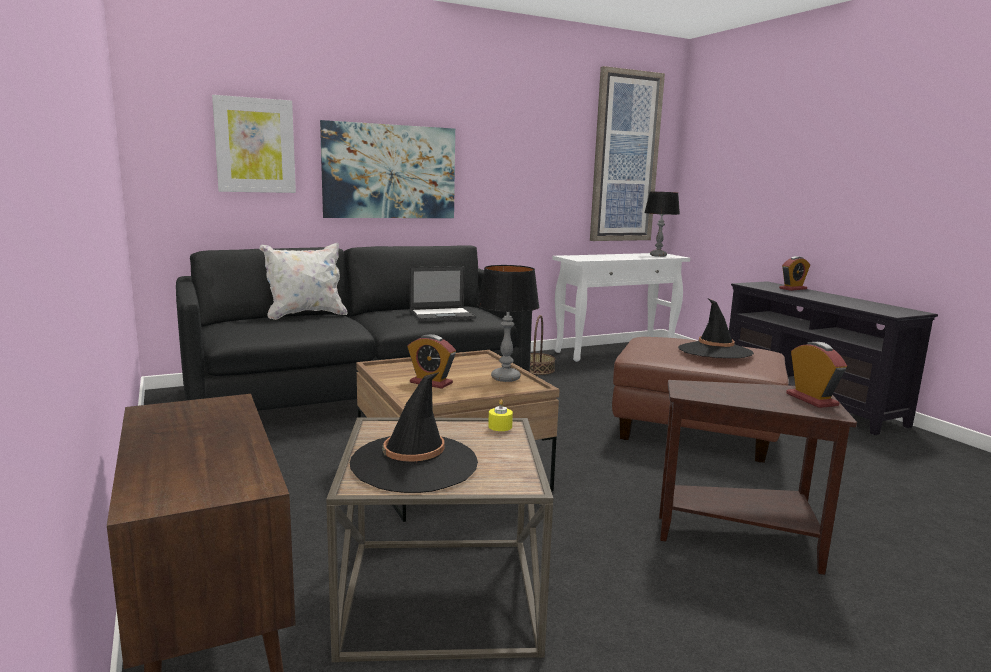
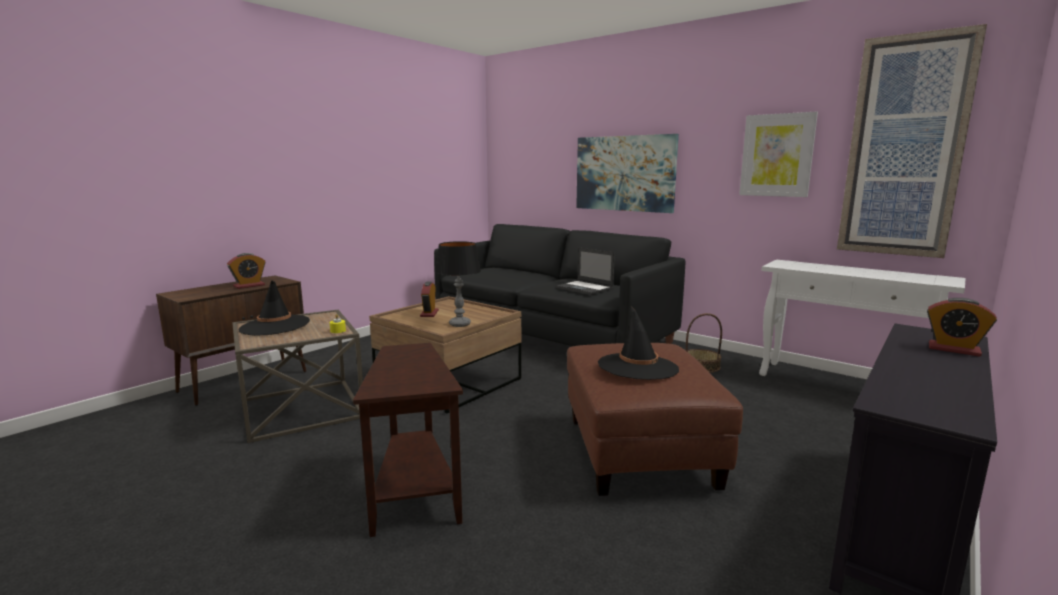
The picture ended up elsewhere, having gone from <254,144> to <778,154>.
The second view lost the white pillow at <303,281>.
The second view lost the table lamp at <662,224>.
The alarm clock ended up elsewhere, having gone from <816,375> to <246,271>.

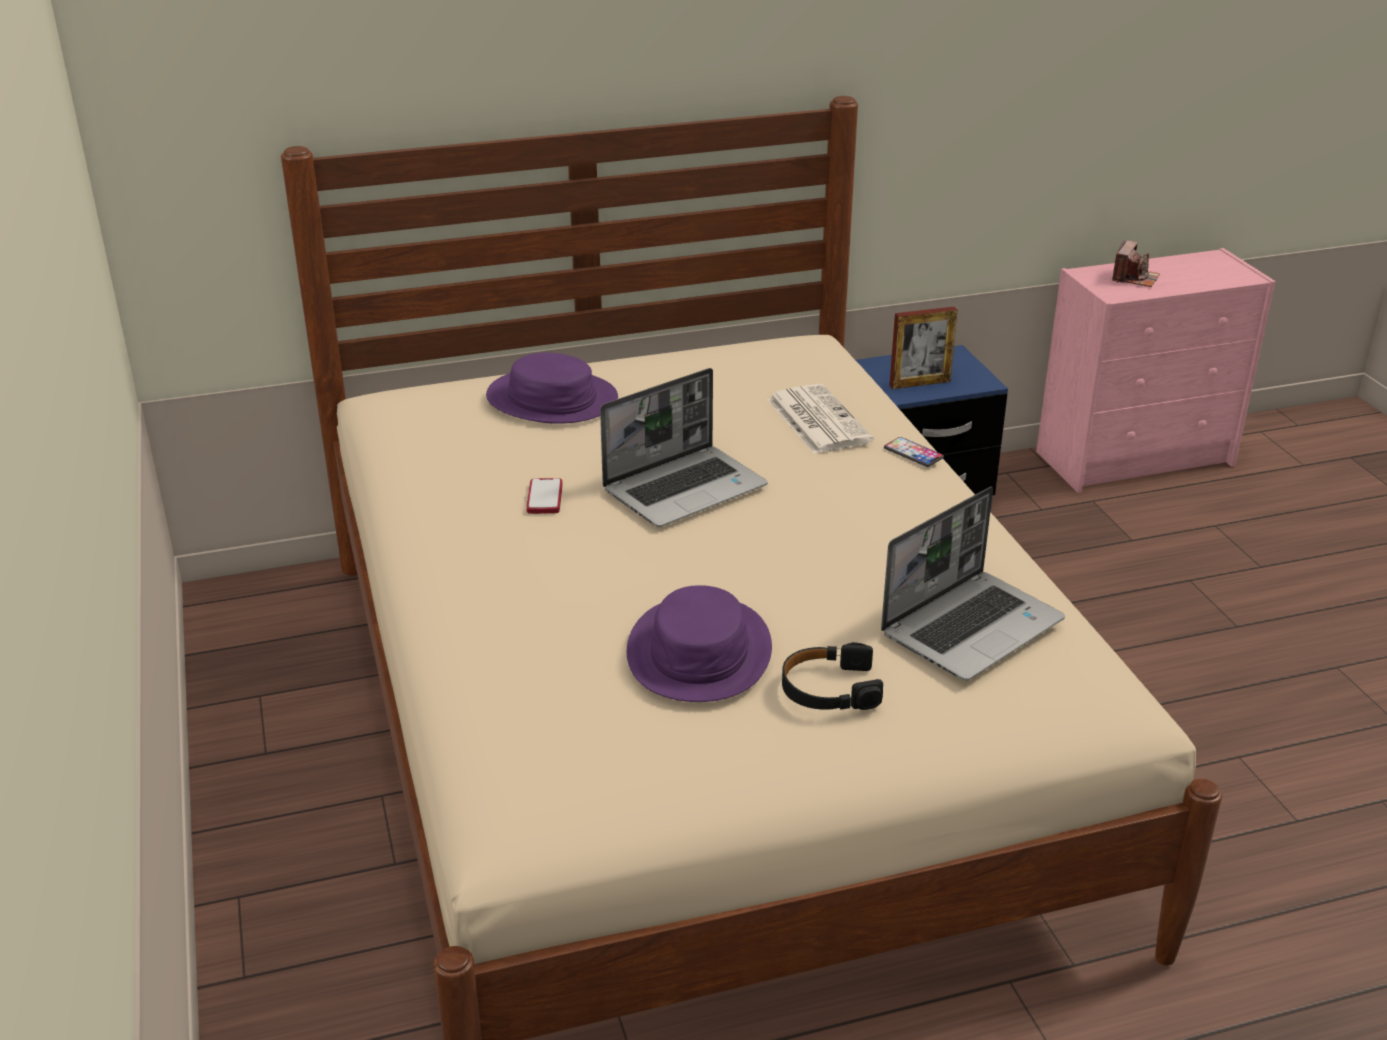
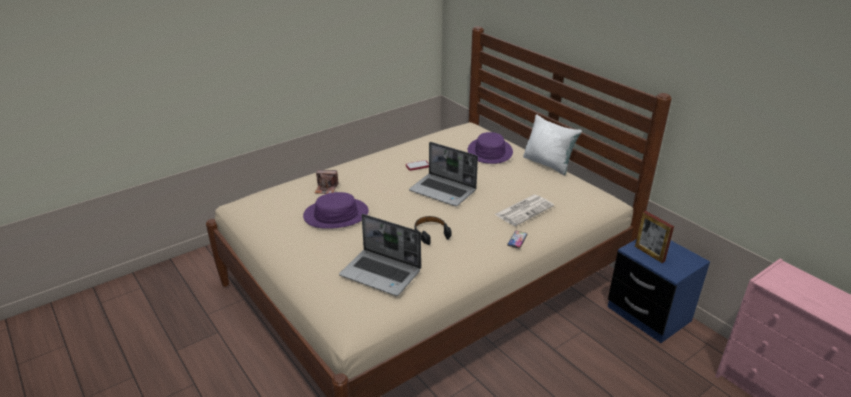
The black headphones ended up elsewhere, having gone from <832,676> to <433,230>.
The photo camera ended up elsewhere, having gone from <1136,263> to <327,182>.
The second view gained the white pillow at <552,144>.

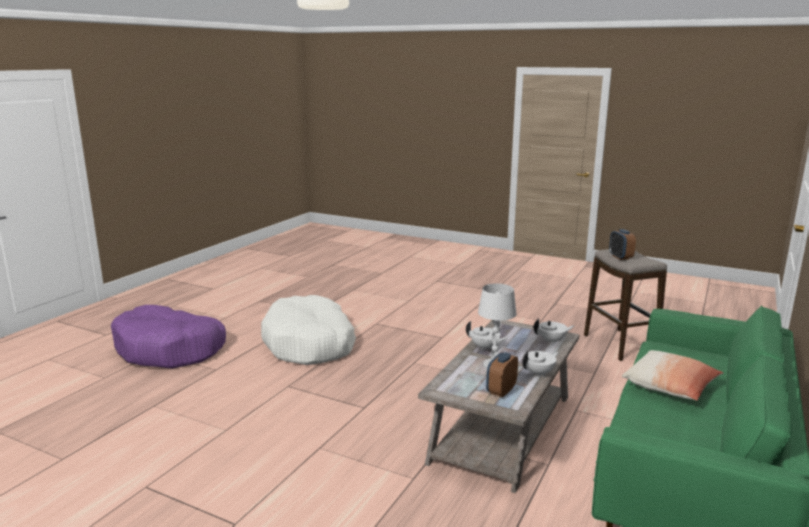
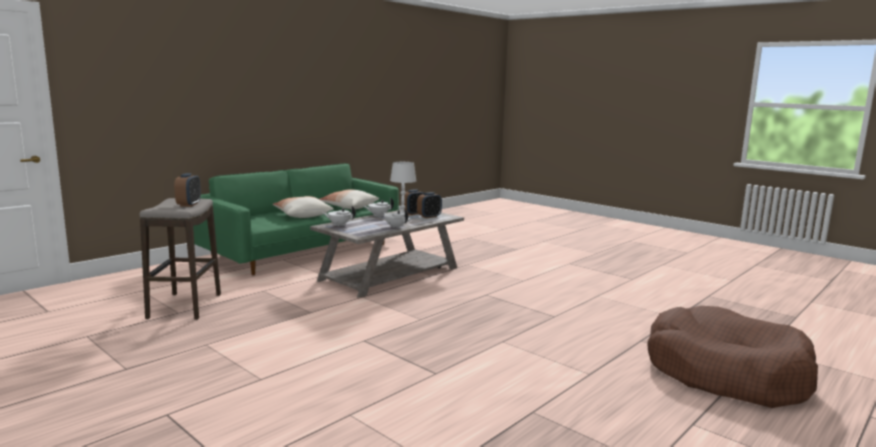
What was the purple dog bed at <168,336> turned into the brown dog bed at <732,357>.
The second view lost the white dog bed at <308,330>.
The second view gained the pillow at <349,199>.
The second view gained the alarm clock at <429,205>.

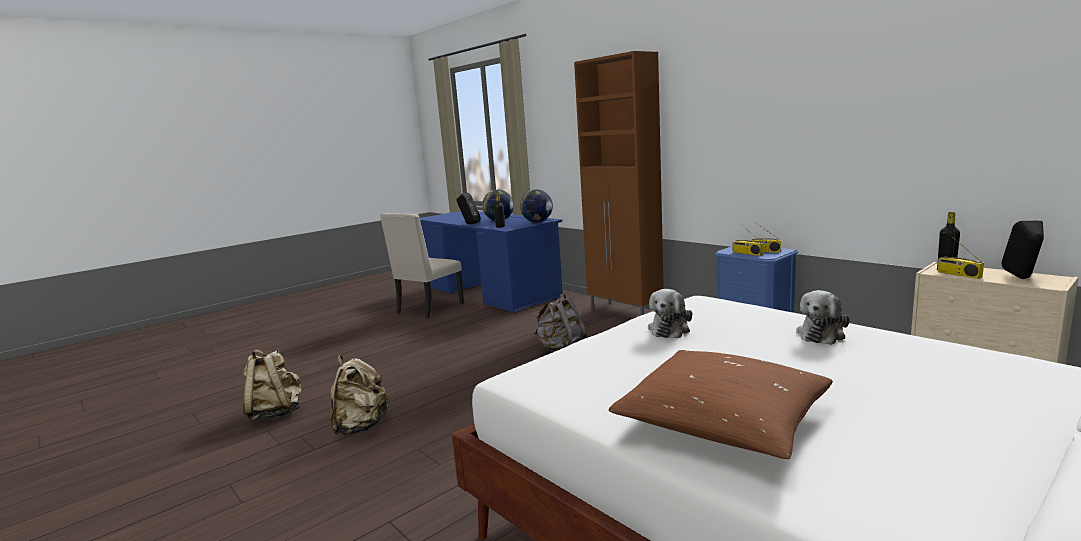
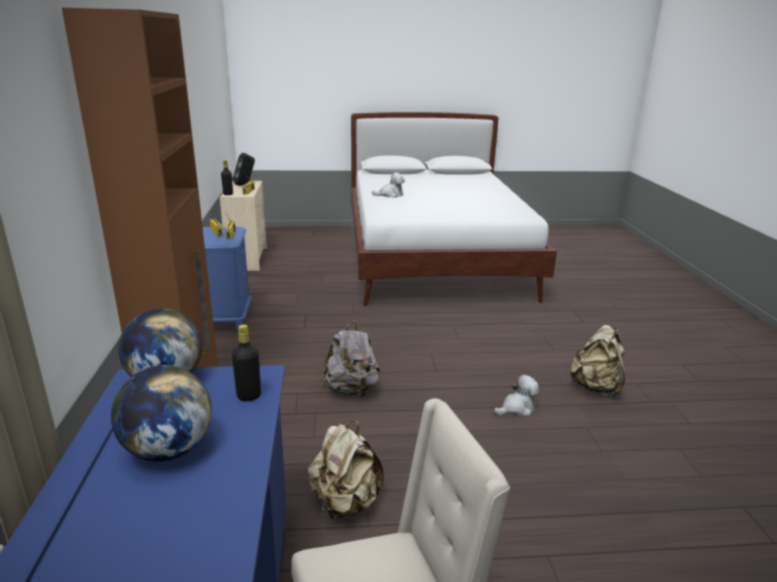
The beige backpack ended up elsewhere, having gone from <272,385> to <346,470>.
The second view lost the black speaker at <468,208>.
The second view lost the brown pillow at <721,404>.
The plush toy ended up elsewhere, having gone from <670,313> to <516,395>.

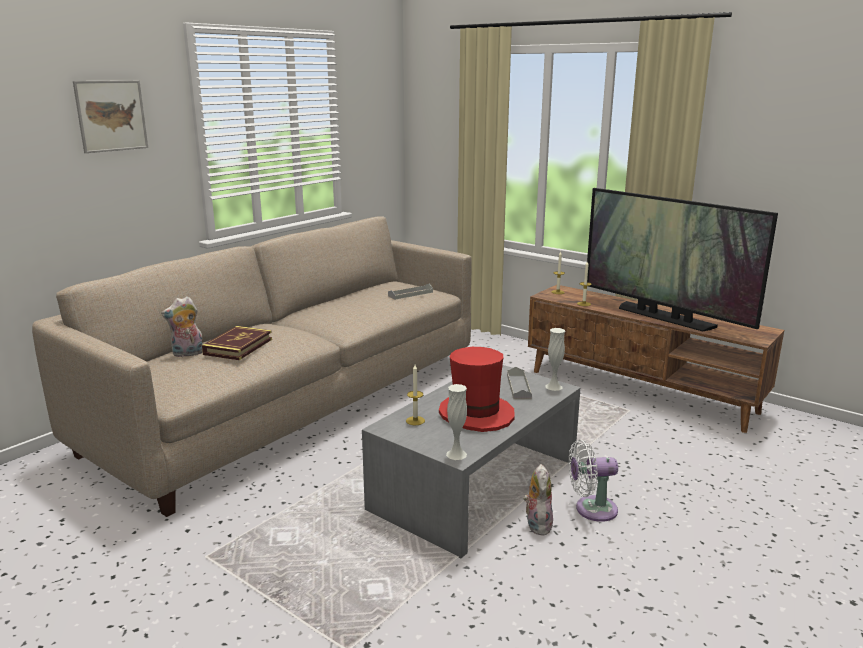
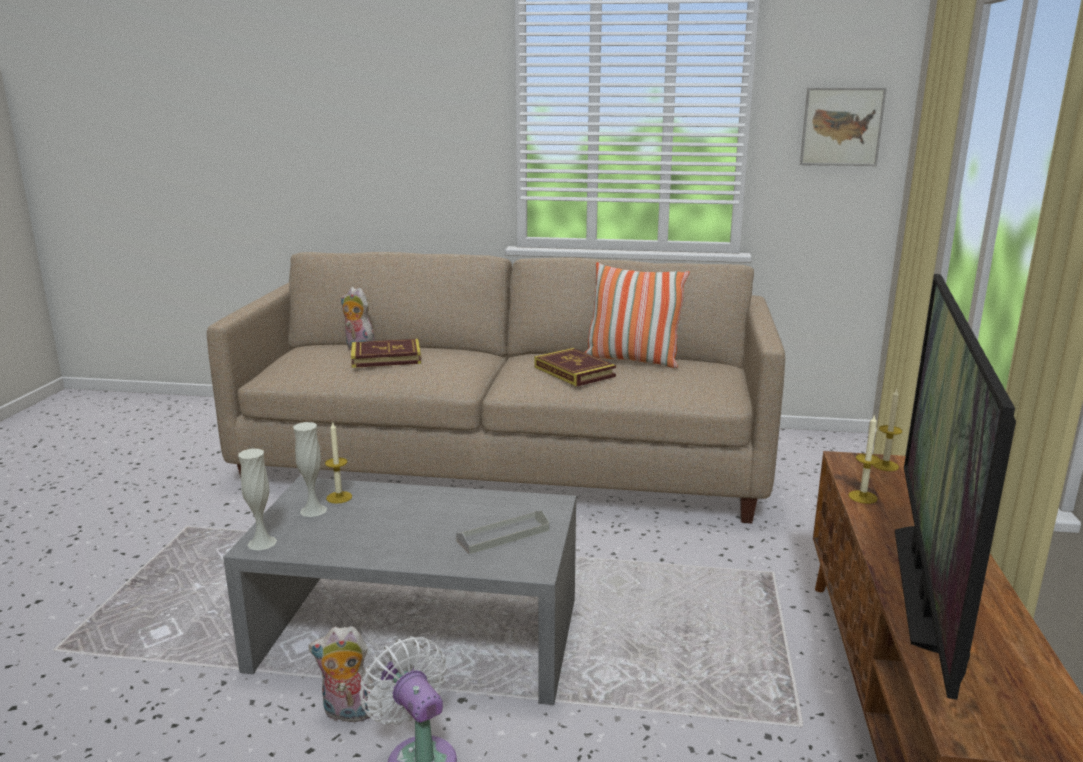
The picture ended up elsewhere, having gone from <110,116> to <843,127>.
The second view lost the grey tray at <410,292>.
The second view lost the red hat at <477,389>.
The plush toy at <538,499> ended up facing another way, 150 degrees counterclockwise from before.
The white vase ended up elsewhere, having gone from <555,359> to <310,469>.
The second view gained the book at <575,367>.
The second view gained the pillow at <636,315>.

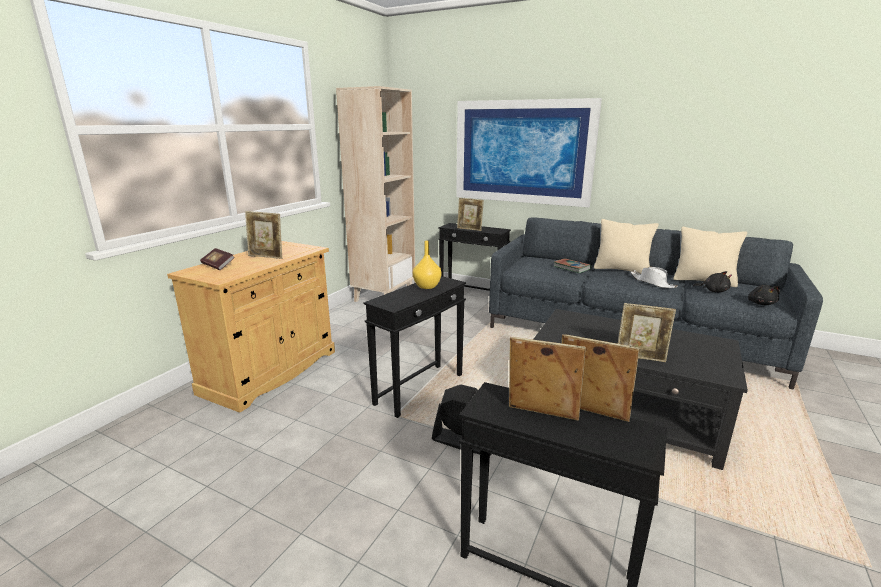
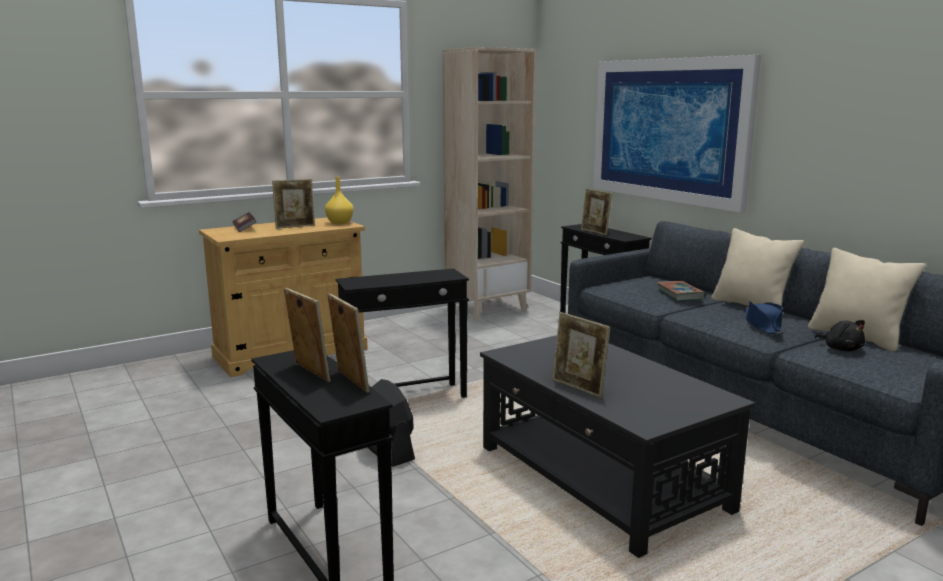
The picture frame at <263,235> ended up facing another way, 75 degrees counterclockwise from before.
The yellow vase ended up elsewhere, having gone from <427,265> to <339,200>.
What was the white hat at <654,277> turned into the blue hat at <764,317>.
The second view lost the black plush toy at <764,295>.

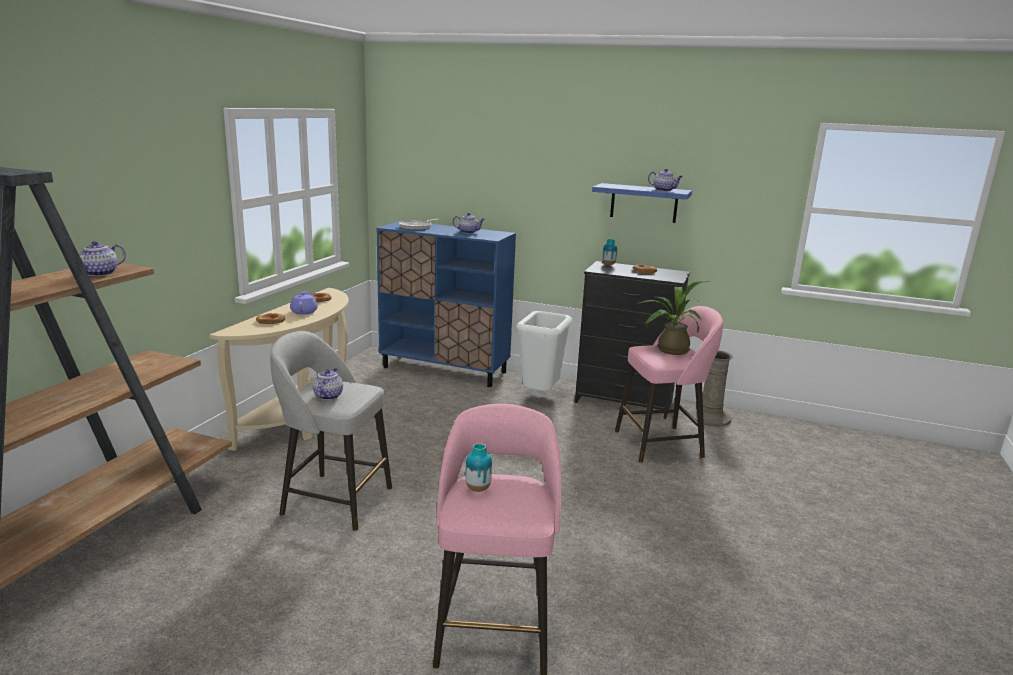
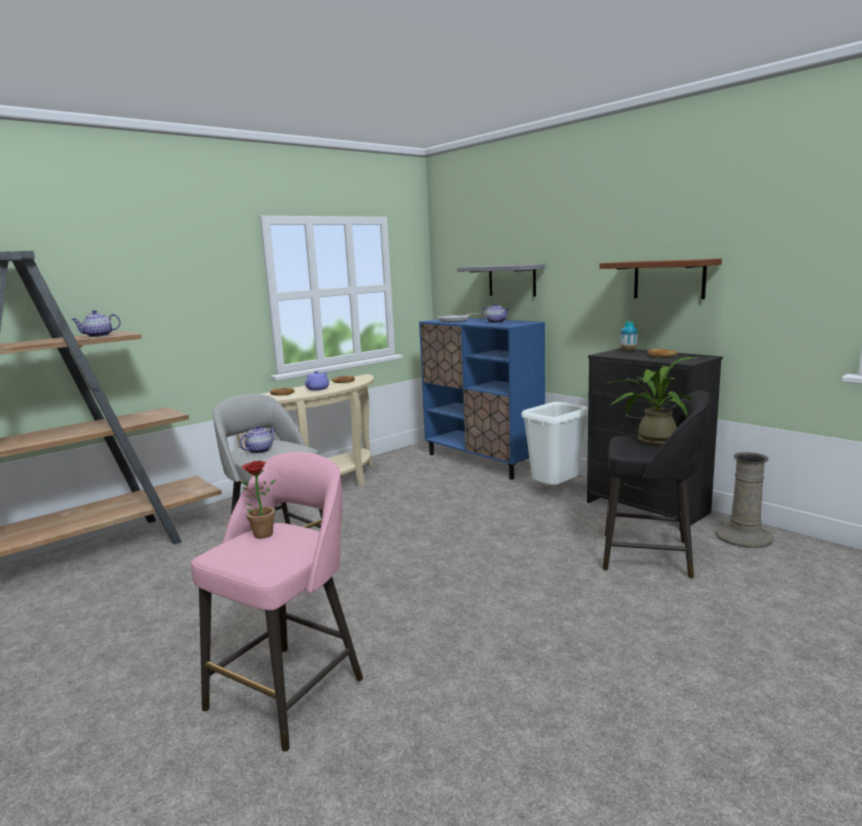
Where the vase stood at <478,467>, the potted plant came to stand at <258,499>.
What was the blue shelf at <642,203> turned into the brown shelf at <660,279>.
What was the pink stool at <669,384> turned into the black stool at <657,484>.
The second view lost the teapot at <665,180>.
The second view gained the grey shelf at <501,280>.

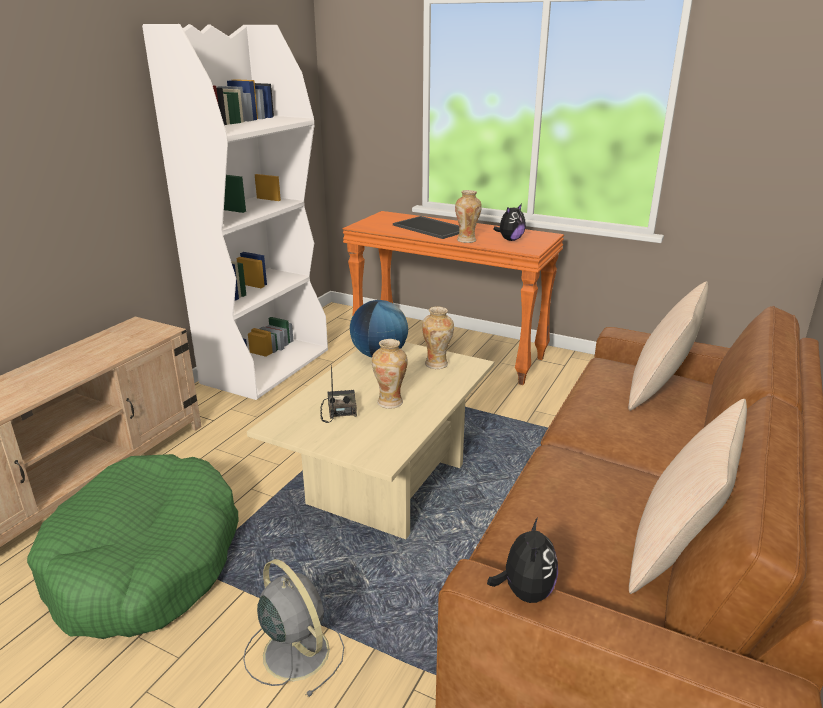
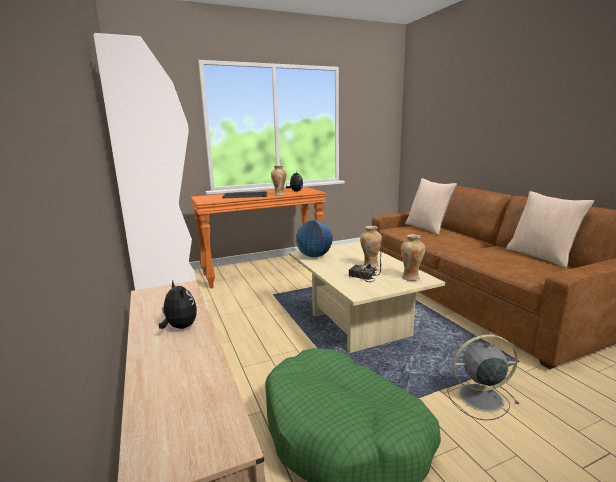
The vase ended up elsewhere, having gone from <438,337> to <413,257>.
The plush toy ended up elsewhere, having gone from <522,560> to <178,305>.

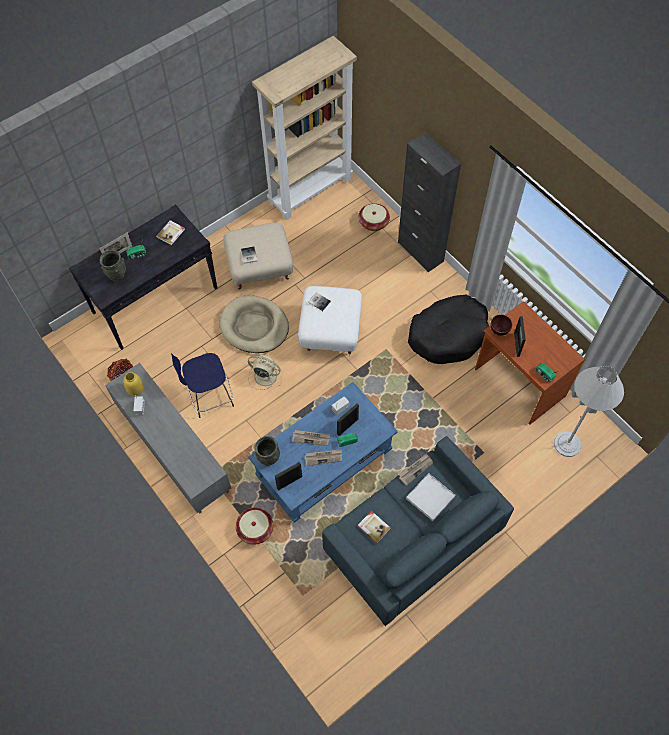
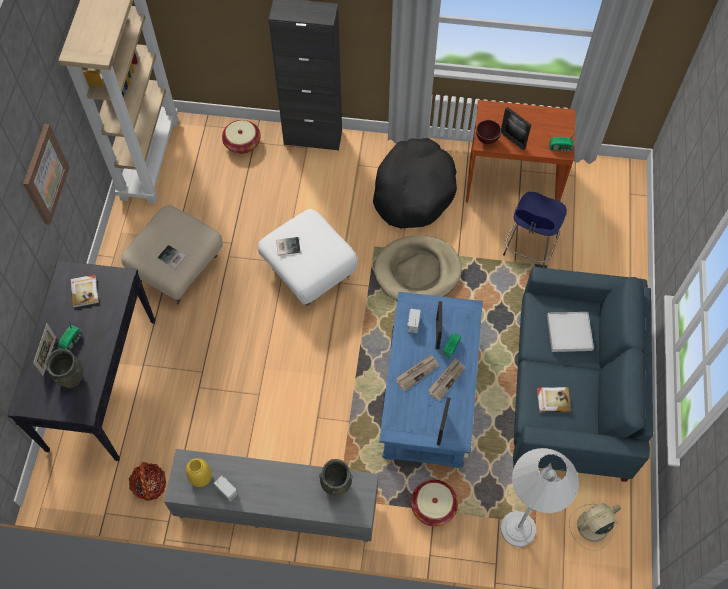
The blue stool ended up elsewhere, having gone from <202,385> to <535,230>.
The beige dog bed ended up elsewhere, having gone from <254,324> to <418,268>.
The beige fan ended up elsewhere, having gone from <265,372> to <595,527>.
The grey vase ended up elsewhere, having gone from <267,451> to <336,477>.
The second view lost the newspaper at <416,469>.
The white floor lamp ended up elsewhere, having gone from <589,411> to <539,497>.
The second view gained the picture at <46,174>.

